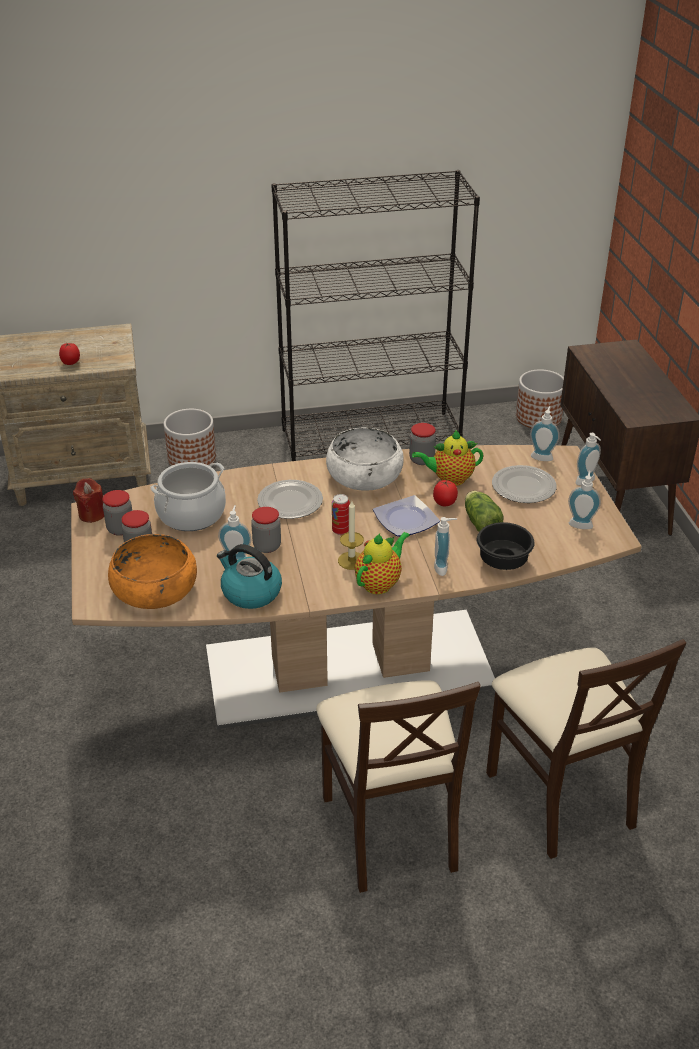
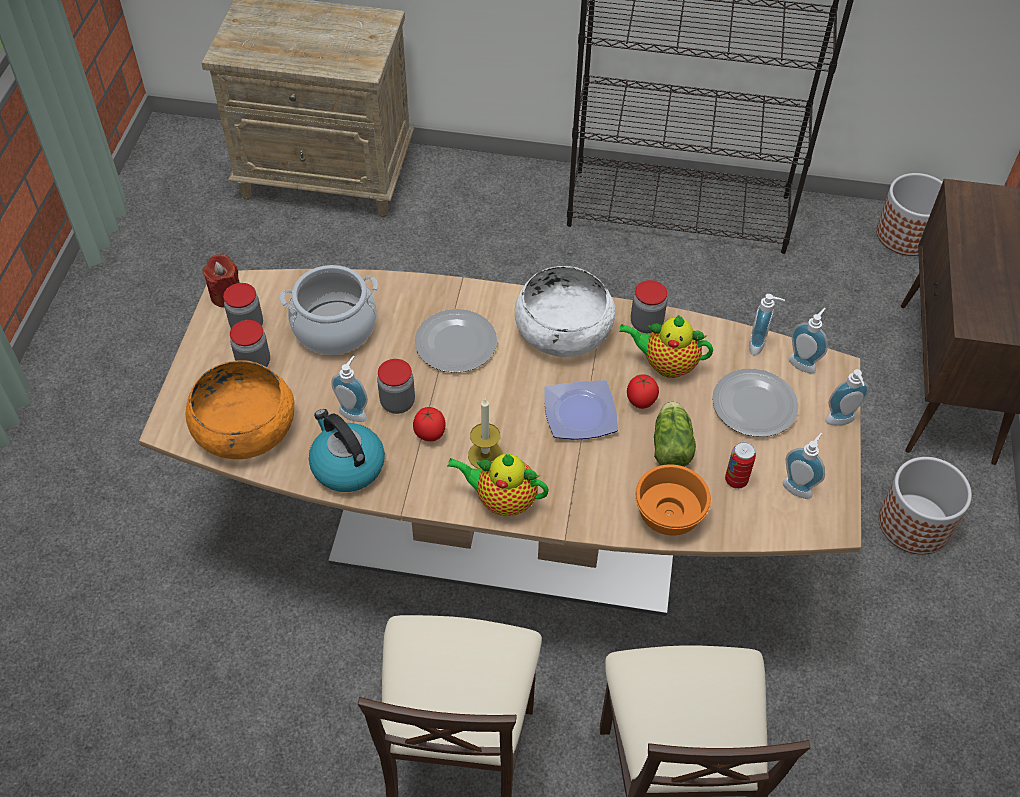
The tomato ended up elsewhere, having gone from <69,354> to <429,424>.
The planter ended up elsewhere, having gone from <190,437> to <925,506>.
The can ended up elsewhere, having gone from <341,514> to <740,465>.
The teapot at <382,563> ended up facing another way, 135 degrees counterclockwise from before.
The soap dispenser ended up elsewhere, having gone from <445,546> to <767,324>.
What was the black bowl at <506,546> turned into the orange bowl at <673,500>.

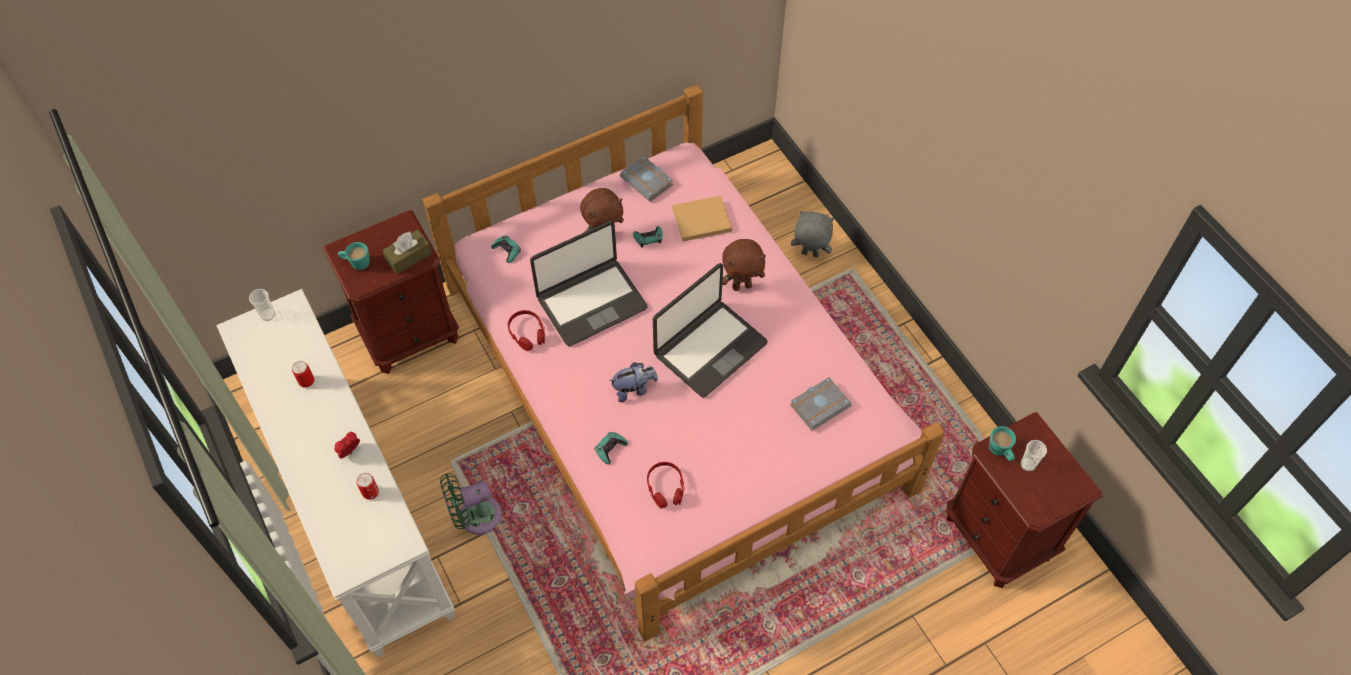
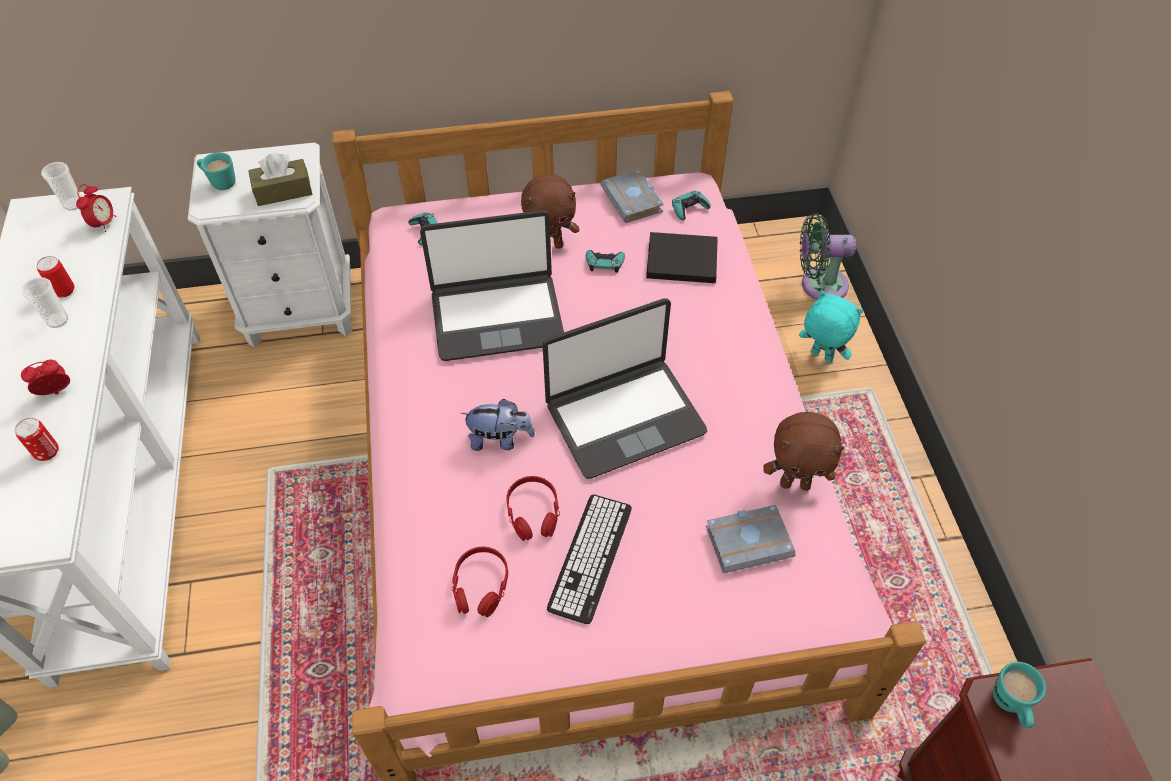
What was the brown nightstand at <391,292> turned into the white nightstand at <270,244>.
The green fan ended up elsewhere, having gone from <470,504> to <828,256>.
The red headphones ended up elsewhere, having gone from <526,330> to <533,508>.
The turquoise game controller ended up elsewhere, having gone from <611,448> to <691,205>.
What was the beige book at <702,218> turned into the black book at <682,257>.
The brown plush toy ended up elsewhere, having gone from <744,265> to <803,451>.
What was the grey plush toy at <812,234> turned into the turquoise plush toy at <831,326>.
The cup ended up elsewhere, having gone from <1033,455> to <44,302>.
The second view gained the alarm clock at <96,208>.
The second view gained the keyboard at <589,559>.

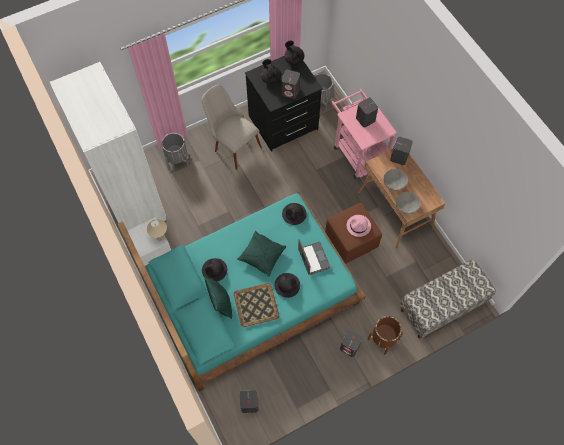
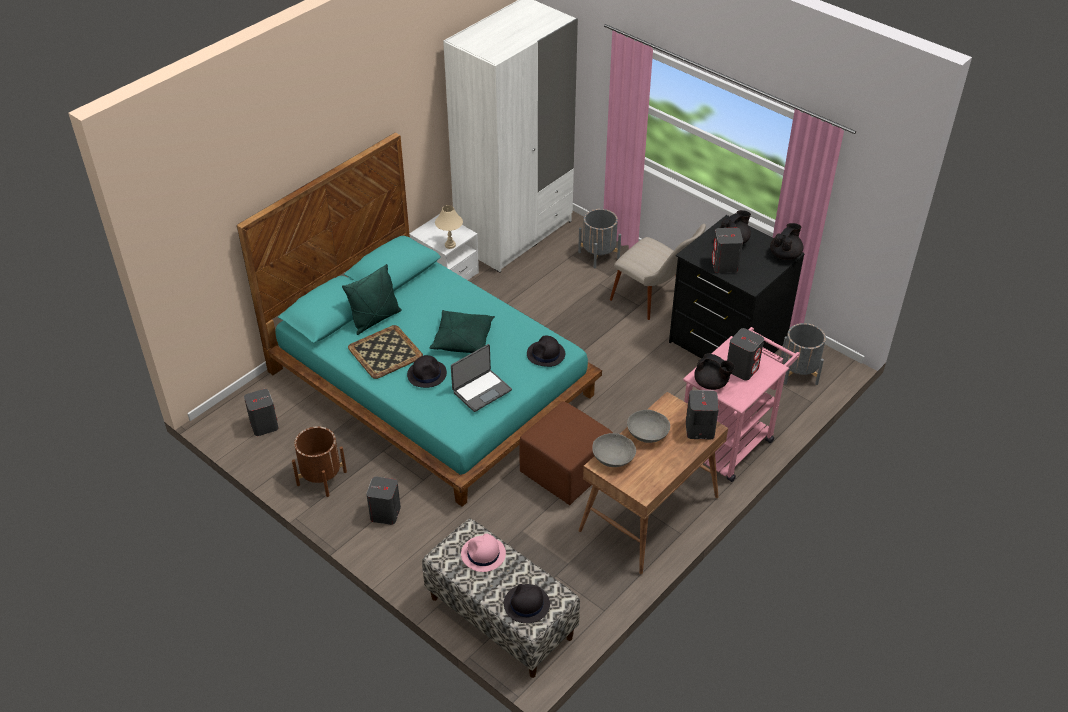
The beige chair at <232,127> ended up facing another way, 105 degrees clockwise from before.
The black hat ended up elsewhere, having gone from <214,269> to <527,603>.
The pink hat ended up elsewhere, having gone from <359,226> to <483,552>.
The brown planter ended up elsewhere, having gone from <385,335> to <319,461>.
The second view gained the black teapot at <714,371>.

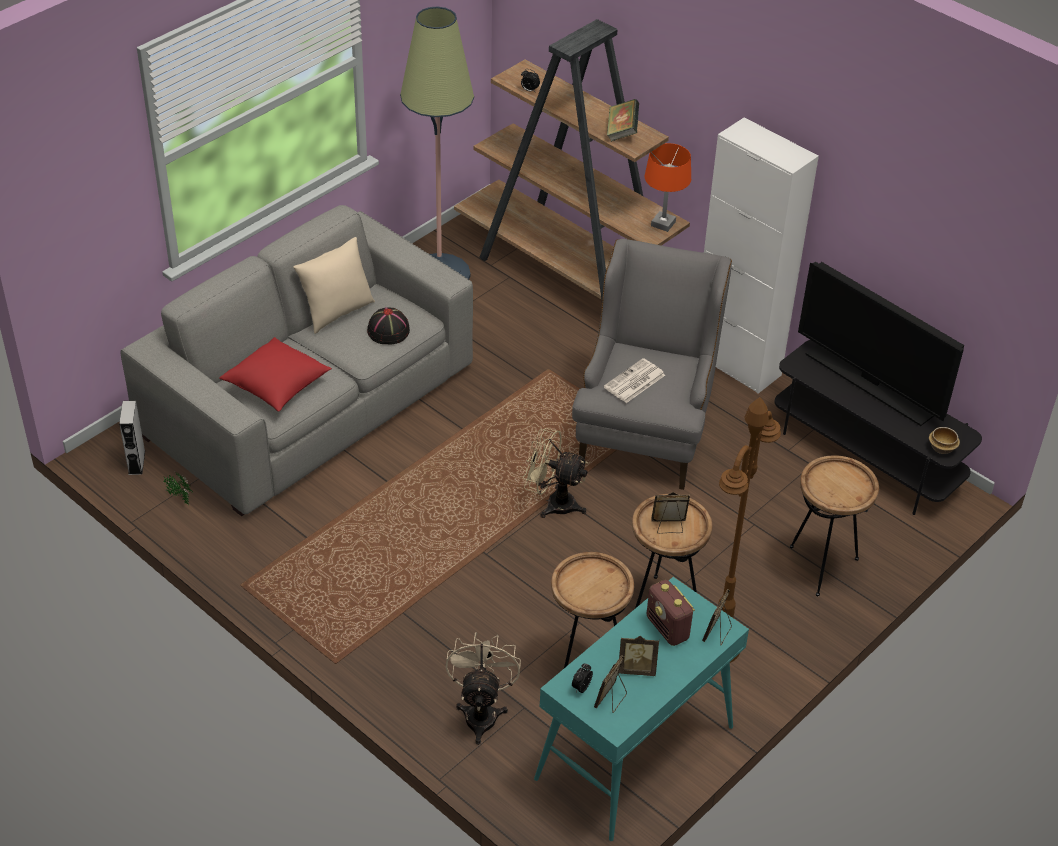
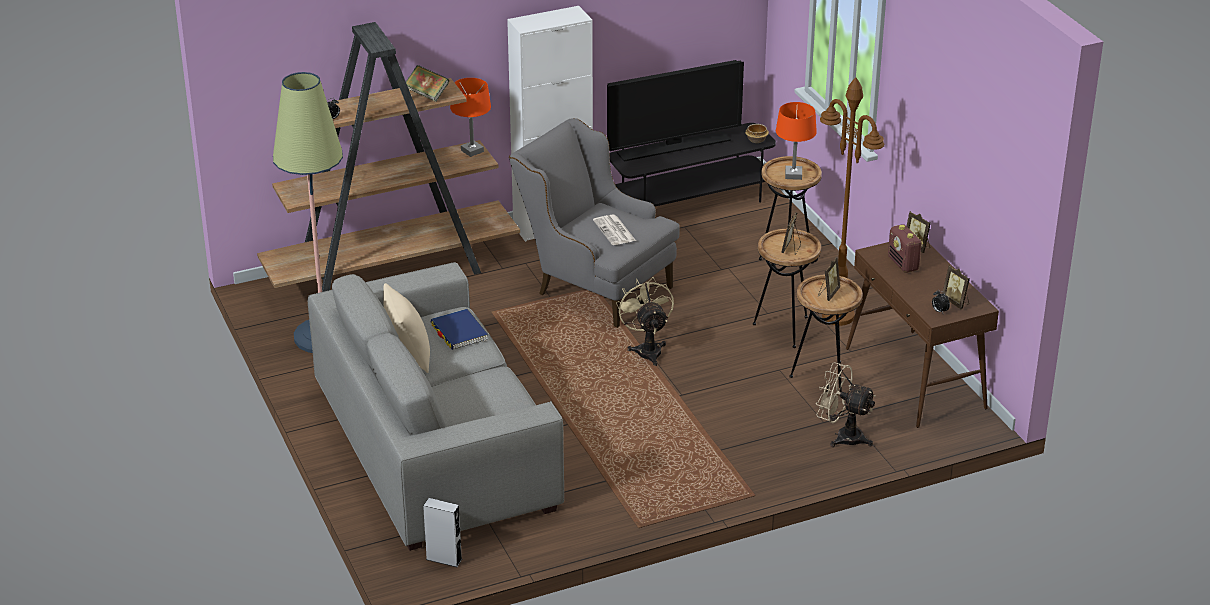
The second view lost the potted plant at <178,489>.
The second view lost the red pillow at <275,374>.
Where the black hat stood at <388,325>, the blue book came to stand at <459,329>.
The beige fan at <555,473> ended up facing another way, 120 degrees clockwise from before.
What was the turquoise console table at <641,709> turned into the brown console table at <922,335>.
The picture frame ended up elsewhere, having gone from <638,656> to <829,279>.
The radio at <670,613> ended up facing another way, 75 degrees clockwise from before.
The second view gained the orange table lamp at <796,141>.

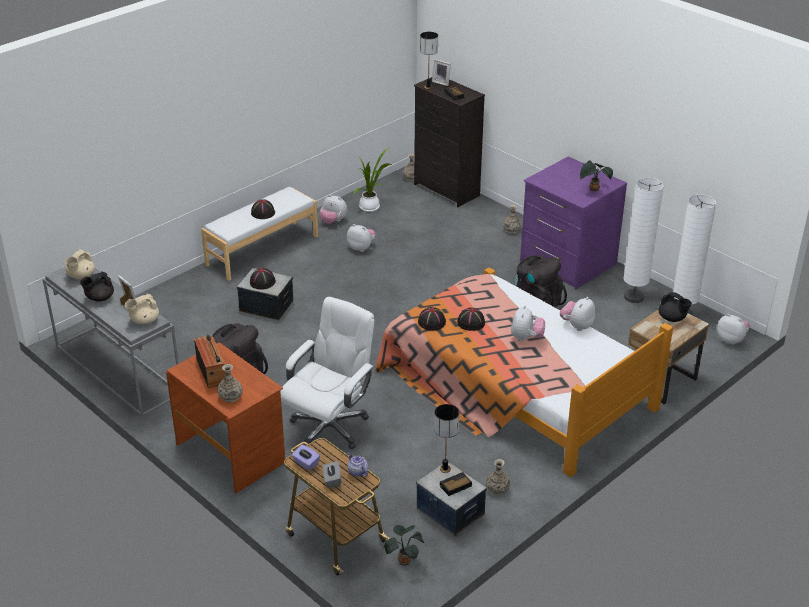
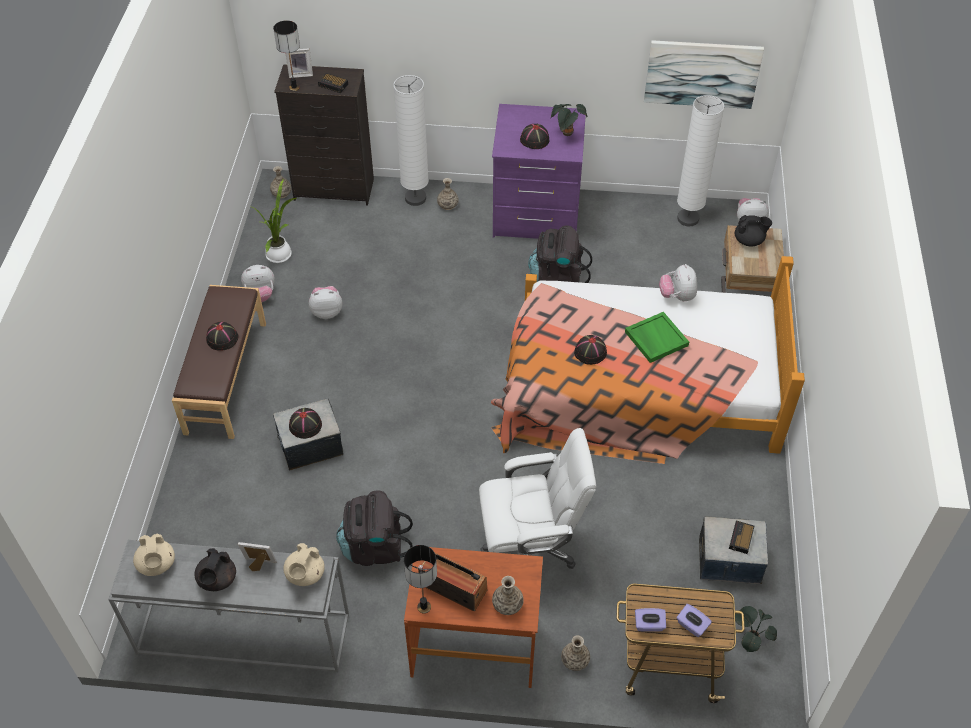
What was the white bench at <259,234> turned into the brown bench at <219,362>.
The white office chair at <327,373> ended up facing another way, 90 degrees clockwise from before.
What was the grey tissue box at <332,474> turned into the purple tissue box at <694,620>.
The second view lost the teapot at <358,464>.
The black hat ended up elsewhere, having gone from <432,319> to <534,136>.
The table lamp ended up elsewhere, having gone from <446,438> to <420,579>.
The vase ended up elsewhere, having gone from <498,477> to <575,653>.
Where the plush toy stood at <528,323>, the green tray came to stand at <657,337>.
The white floor lamp ended up elsewhere, having gone from <643,240> to <411,140>.
The second view gained the picture at <704,74>.

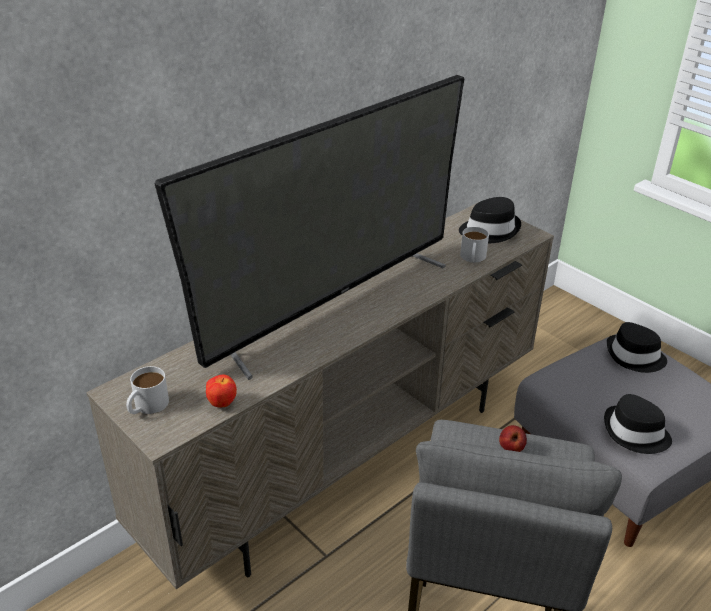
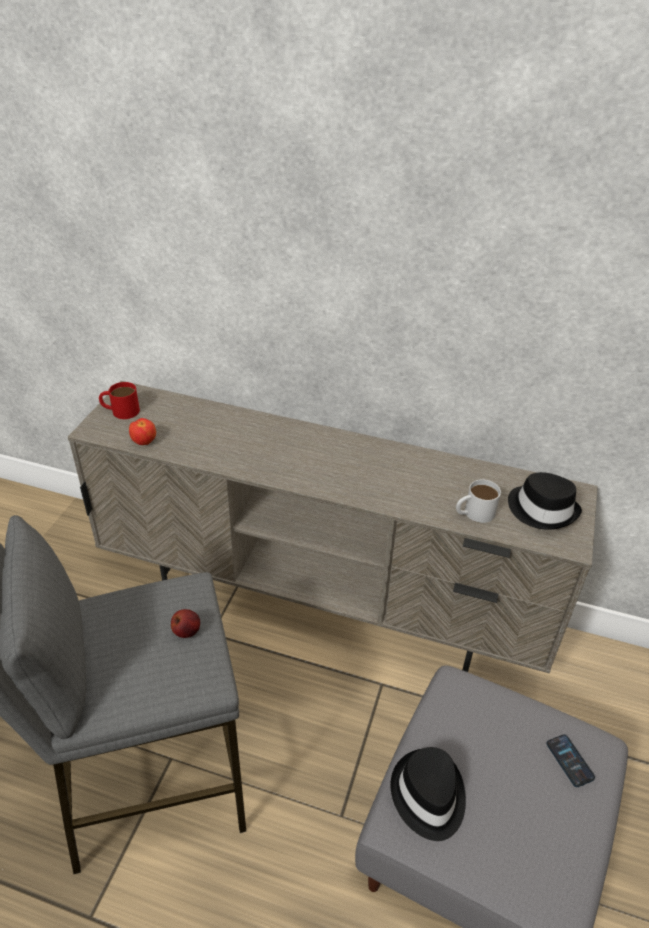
What was the white mug at <147,390> turned into the red mug at <119,400>.
The second view lost the television at <309,227>.
Where the black hat stood at <637,347>, the phone came to stand at <570,760>.

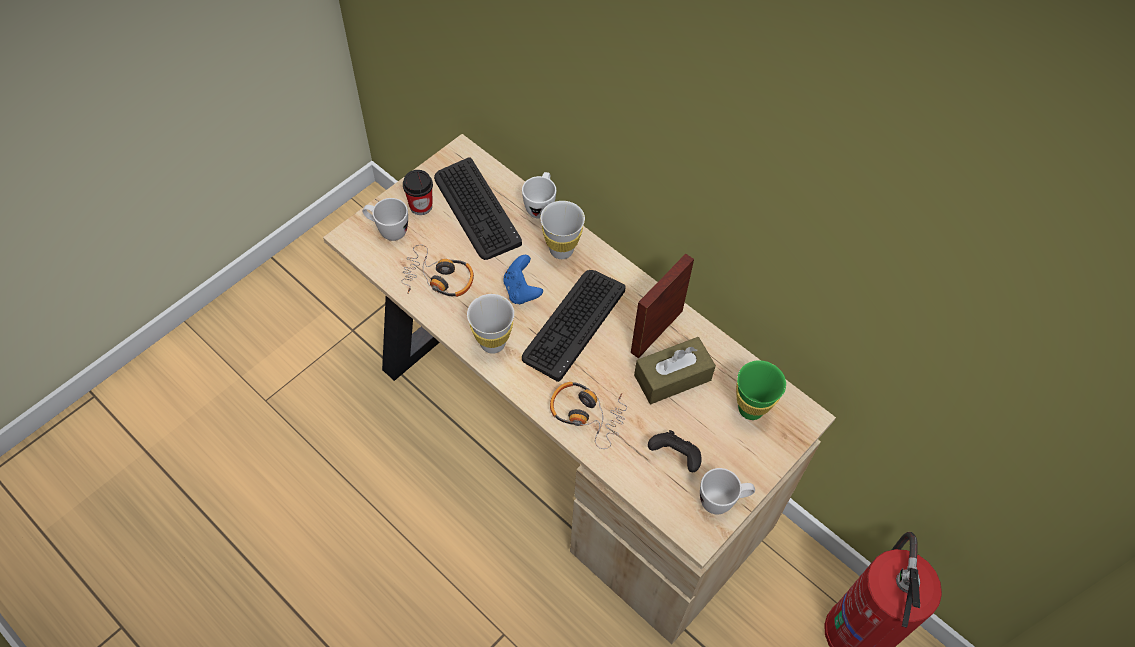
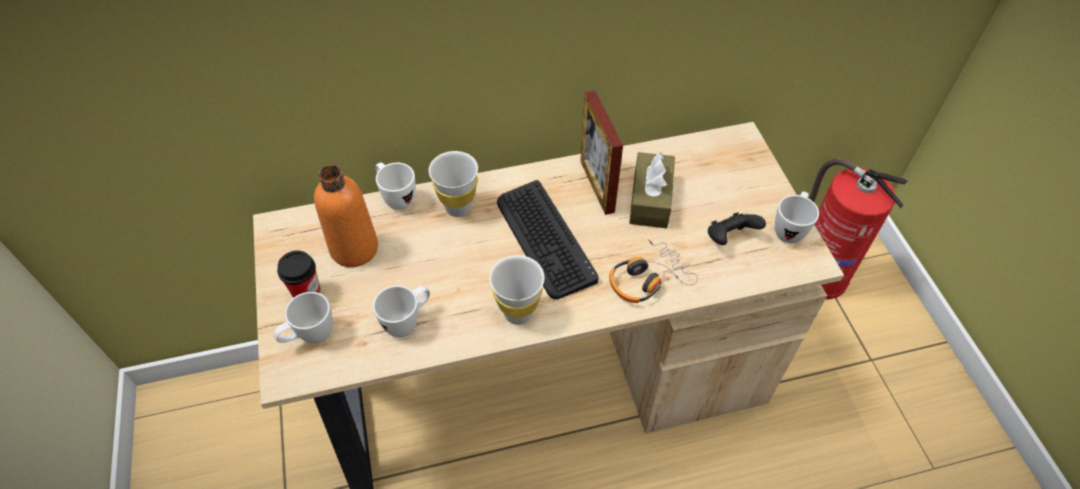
Where the headphones stood at <437,271>, the white mug came to stand at <401,311>.
Where the keyboard stood at <478,208>, the orange bottle came to stand at <346,216>.
The second view lost the blue game controller at <523,280>.
The second view lost the green cup at <761,390>.

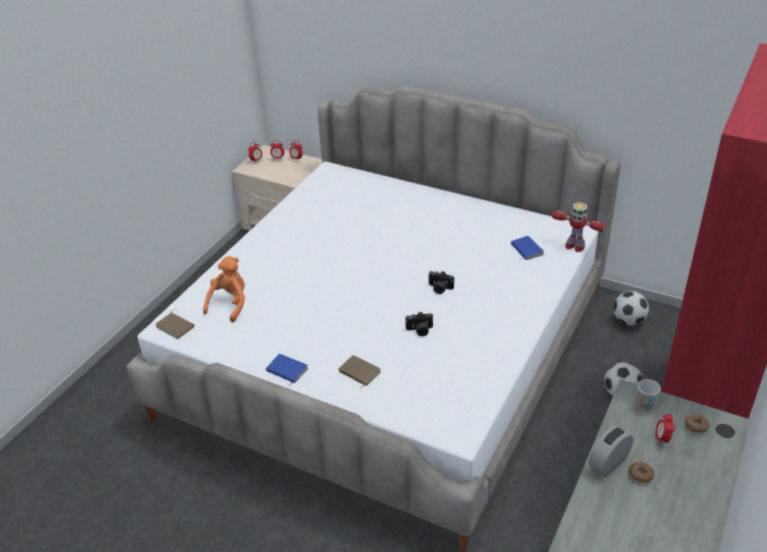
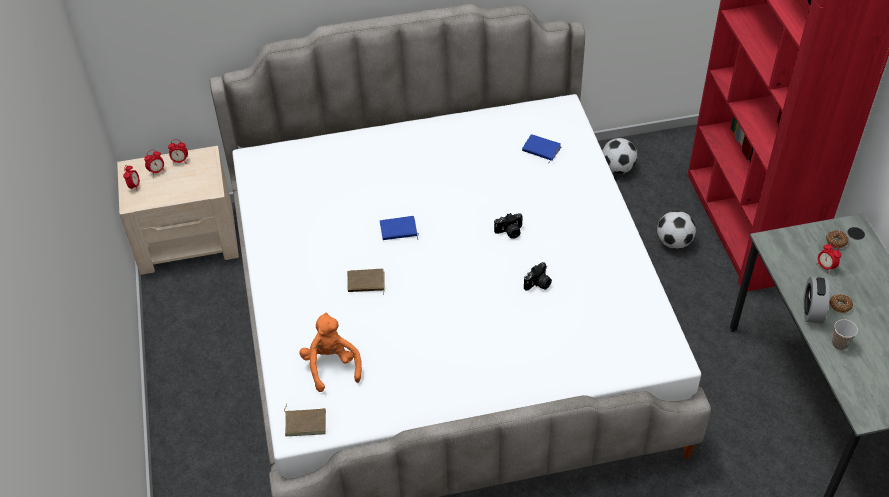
The blue book ended up elsewhere, having gone from <287,369> to <399,228>.
The brown book ended up elsewhere, having gone from <359,372> to <366,282>.
The second view lost the toy robot at <578,227>.
The cup ended up elsewhere, having gone from <649,394> to <845,334>.

